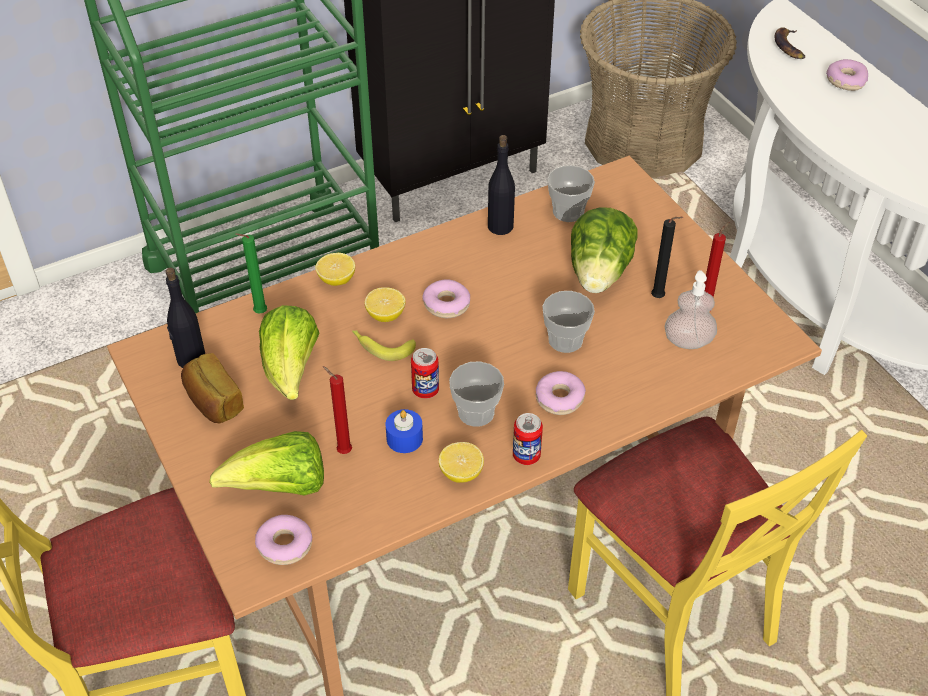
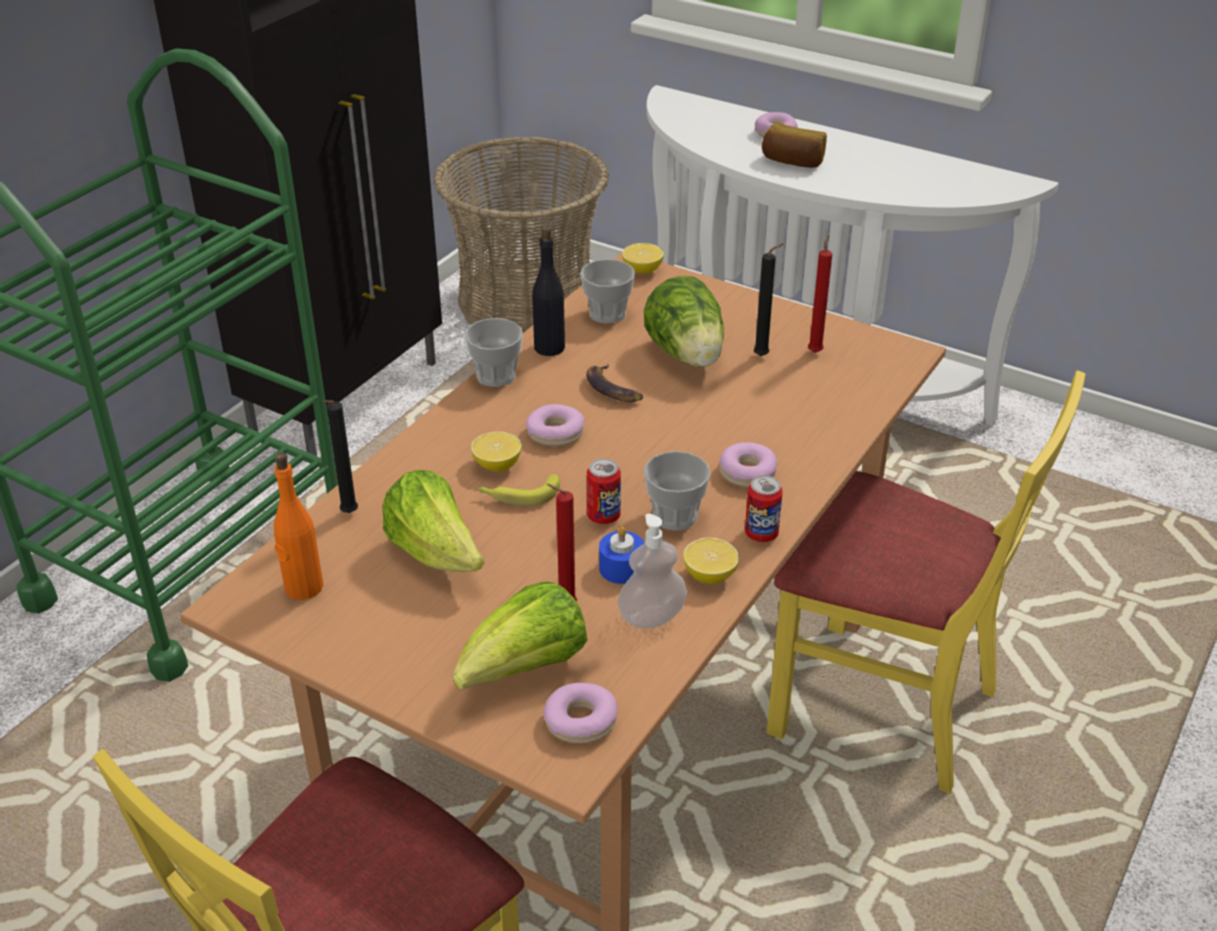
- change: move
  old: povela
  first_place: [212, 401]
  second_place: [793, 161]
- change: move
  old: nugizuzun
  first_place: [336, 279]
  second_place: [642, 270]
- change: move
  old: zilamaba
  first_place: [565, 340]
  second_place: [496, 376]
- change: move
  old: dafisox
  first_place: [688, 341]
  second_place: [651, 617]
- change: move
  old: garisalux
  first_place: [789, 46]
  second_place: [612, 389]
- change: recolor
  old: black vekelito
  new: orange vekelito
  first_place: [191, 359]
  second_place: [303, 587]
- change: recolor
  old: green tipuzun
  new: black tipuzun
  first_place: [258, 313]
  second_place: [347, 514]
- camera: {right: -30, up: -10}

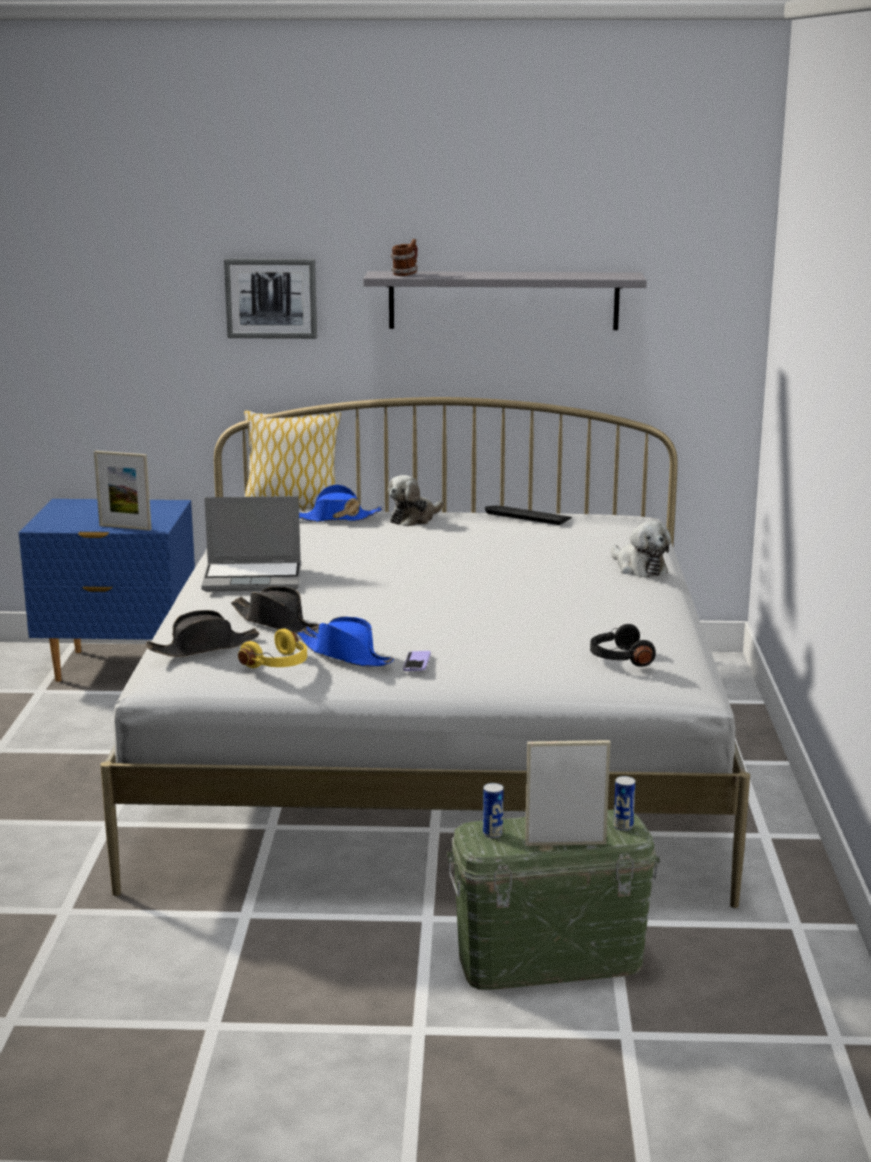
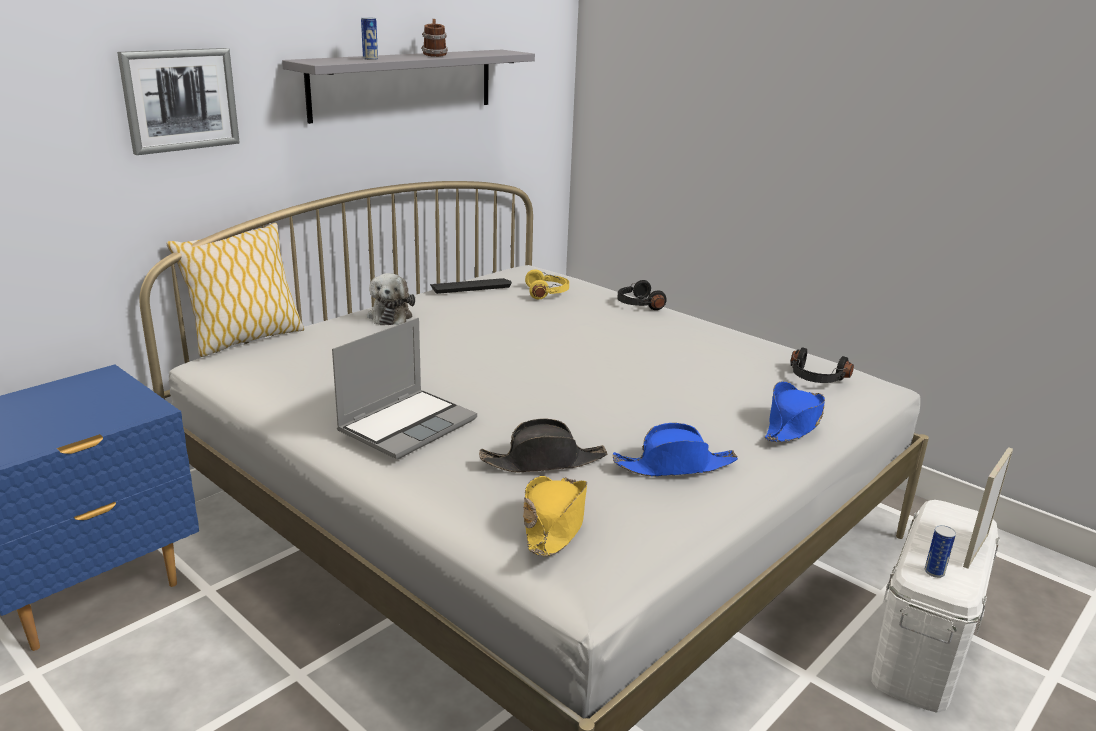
- change: delete
  old: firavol
  first_place: [125, 527]
- change: delete
  old: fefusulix
  first_place: [416, 662]
- change: move
  old: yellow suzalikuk
  first_place: [279, 664]
  second_place: [547, 293]
- change: move
  old: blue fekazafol
  first_place: [337, 518]
  second_place: [793, 424]
- change: move
  old: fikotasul
  first_place: [405, 274]
  second_place: [434, 55]
- change: move
  old: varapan
  first_place: [623, 826]
  second_place: [370, 59]
- change: replace
  old: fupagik
  new: black suzalikuk
  first_place: [639, 568]
  second_place: [638, 304]
- change: recolor
  old: black fekazafol
  new: yellow fekazafol
  first_place: [204, 647]
  second_place: [554, 523]
- change: recolor
  old: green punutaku
  new: white punutaku
  first_place: [549, 960]
  second_place: [921, 651]
- camera: {right: -50, up: 5}

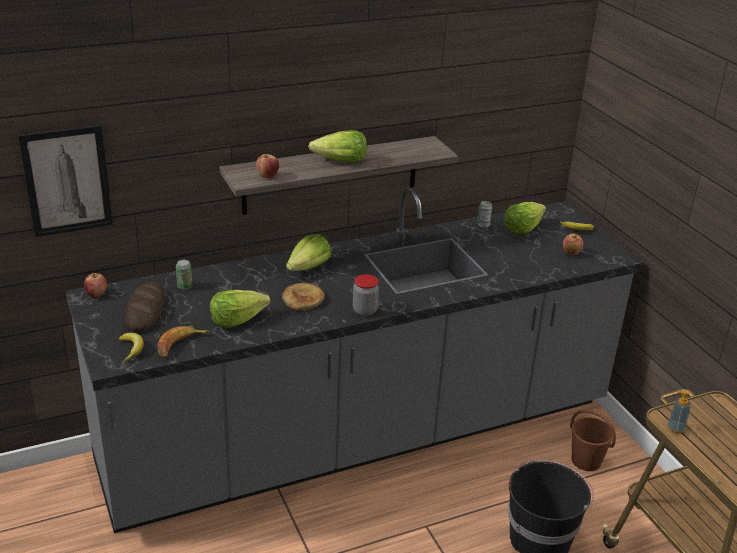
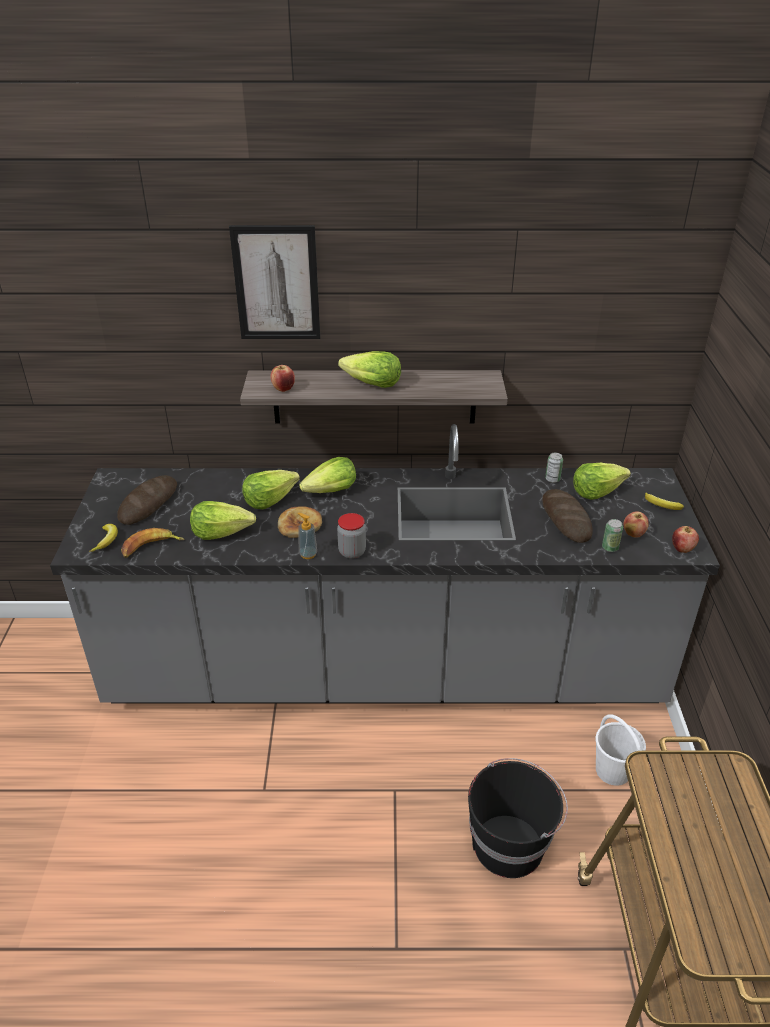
- change: insert
  new: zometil
  second_place: [269, 499]
- change: insert
  new: povela
  second_place: [566, 519]
- change: move
  old: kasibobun
  first_place: [67, 181]
  second_place: [276, 283]
- change: move
  old: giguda
  first_place: [96, 295]
  second_place: [682, 549]
- change: move
  old: varapan
  first_place: [184, 286]
  second_place: [610, 548]
- change: move
  old: dafisox
  first_place: [675, 428]
  second_place: [308, 554]
- change: recolor
  old: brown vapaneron
  new: white vapaneron
  first_place: [586, 461]
  second_place: [613, 771]
- camera: {right: 25, up: 5}

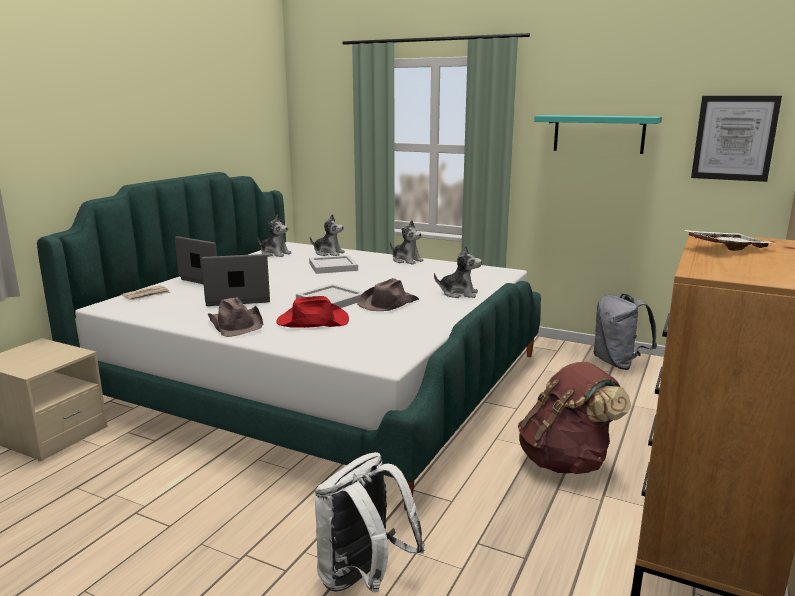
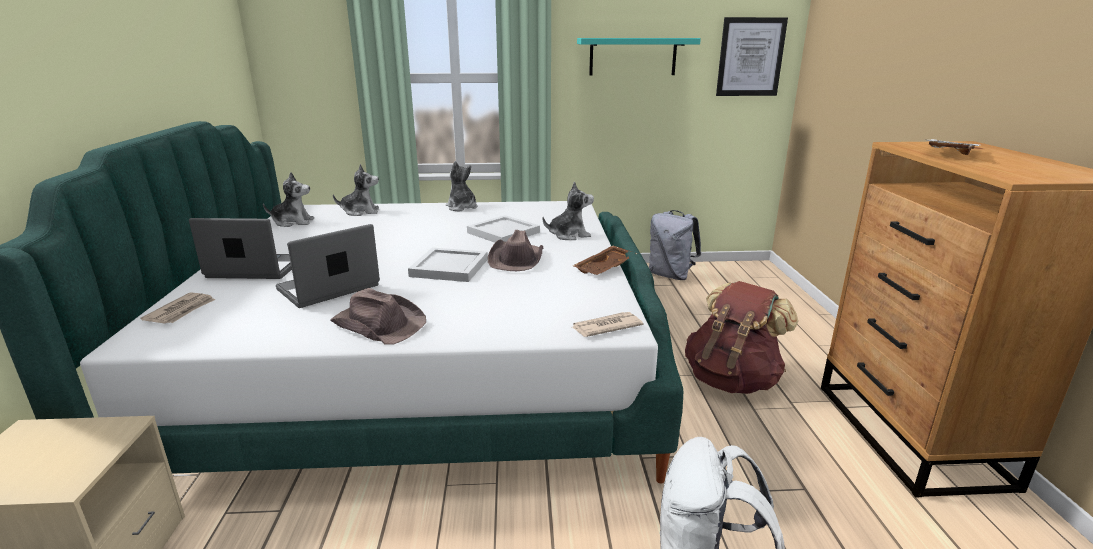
- change: delete
  old: red fekazafol
  first_place: [312, 321]
- change: insert
  new: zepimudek
  second_place: [605, 327]
- change: insert
  new: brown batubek
  second_place: [605, 268]
- change: move
  old: white batubek
  first_place: [334, 267]
  second_place: [504, 232]
- change: rotate
  old: fupagik
  first_place: [406, 260]
  second_place: [462, 207]
  degrees: -135
- camera: {right: -30, up: 5}

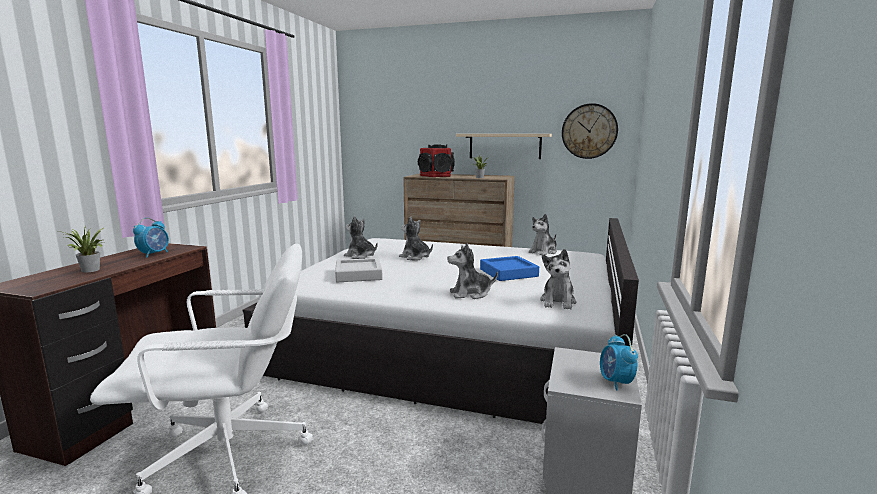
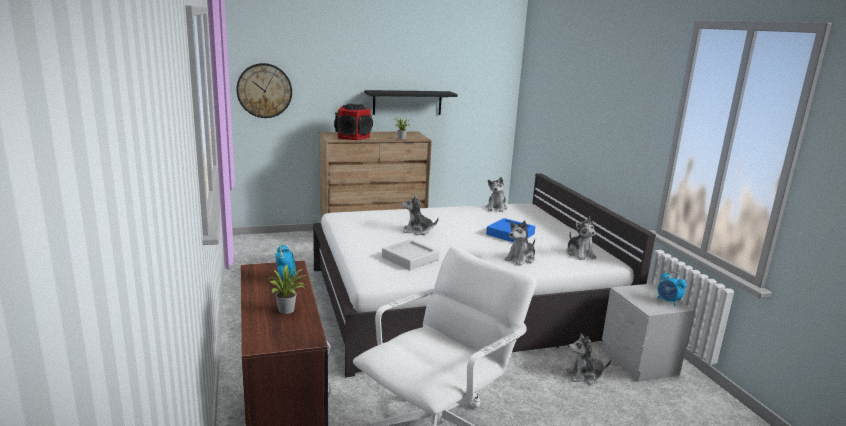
- change: move
  old: fupagik
  first_place: [360, 256]
  second_place: [585, 376]
- change: move
  old: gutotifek
  first_place: [589, 131]
  second_place: [264, 90]
- change: recolor
  old: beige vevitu
  new: black vevitu
  first_place: [505, 146]
  second_place: [407, 102]
- camera: {right: -35, up: 5}

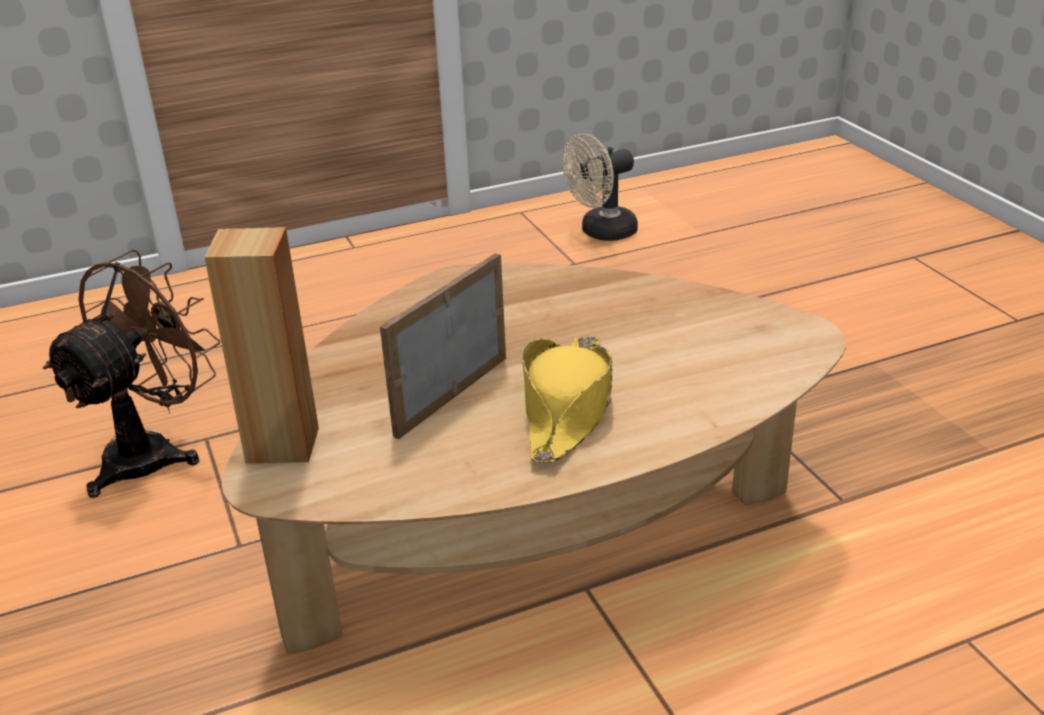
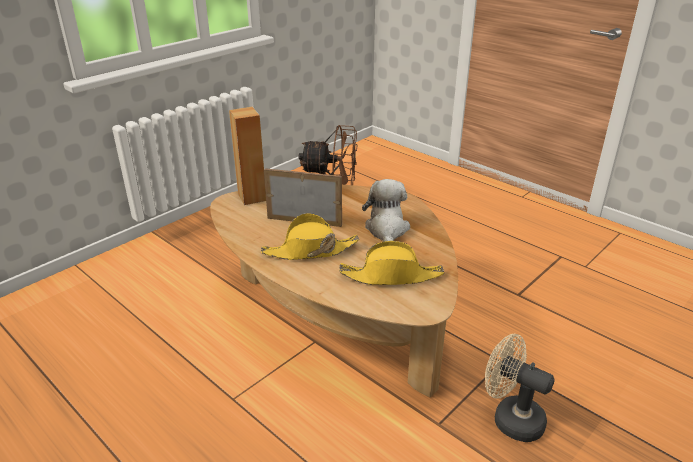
- change: insert
  new: yellow fekazafol
  second_place: [391, 276]
- change: insert
  new: fupagik
  second_place: [387, 230]
- change: move
  old: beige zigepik
  first_place: [601, 233]
  second_place: [510, 418]
- camera: {right: 65, up: 0}

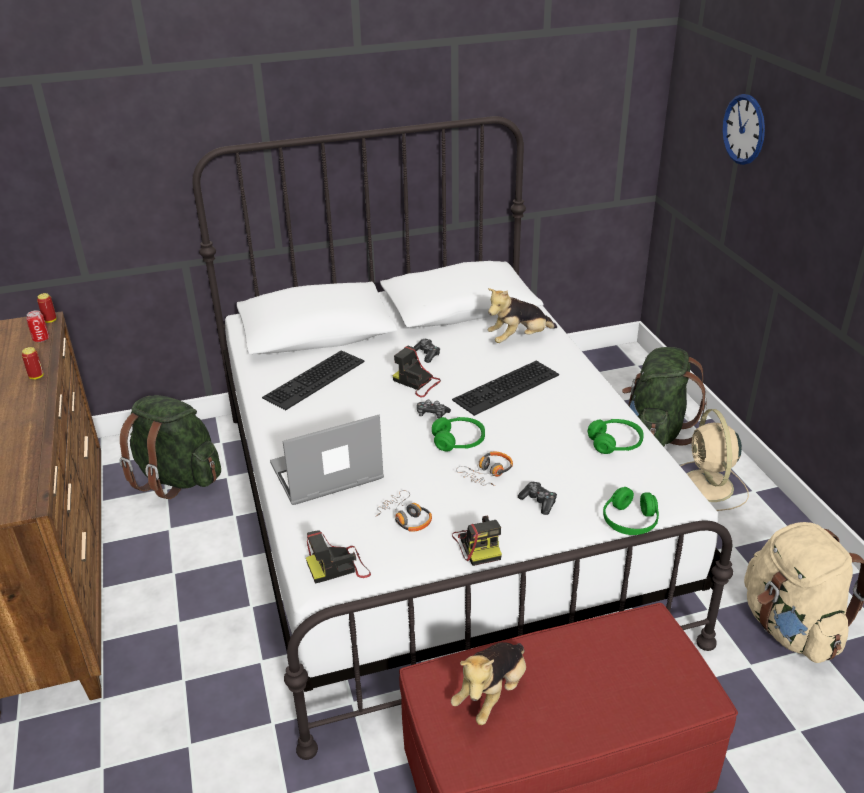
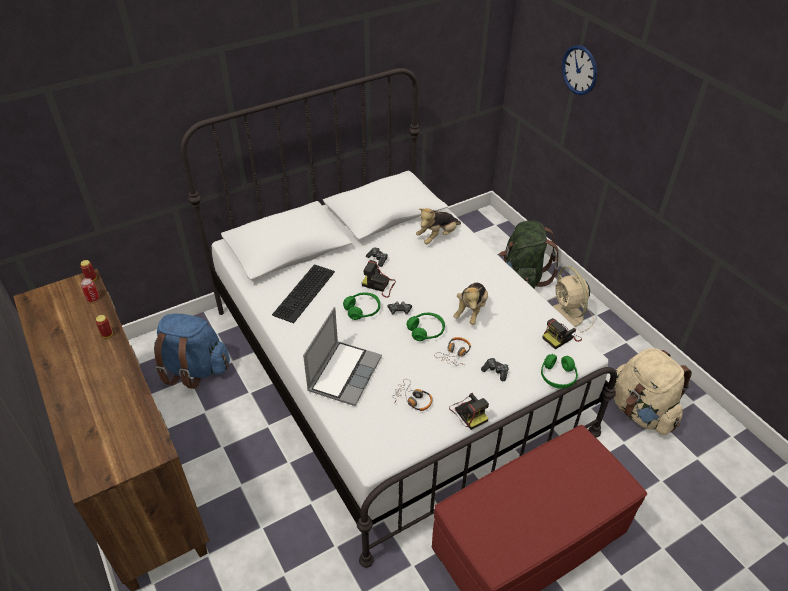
- change: delete
  old: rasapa
  first_place: [507, 388]
- change: move
  old: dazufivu
  first_place: [339, 567]
  second_place: [561, 337]
- change: move
  old: fupagik
  first_place: [492, 693]
  second_place: [471, 311]
- change: move
  old: green suzalikuk
  first_place: [615, 443]
  second_place: [362, 310]
- change: recolor
  old: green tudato
  new: blue tudato
  first_place: [177, 478]
  second_place: [194, 369]
- change: rotate
  old: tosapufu
  first_place: [326, 474]
  second_place: [344, 373]
  degrees: 150
- camera: {right: -15, up: 10}

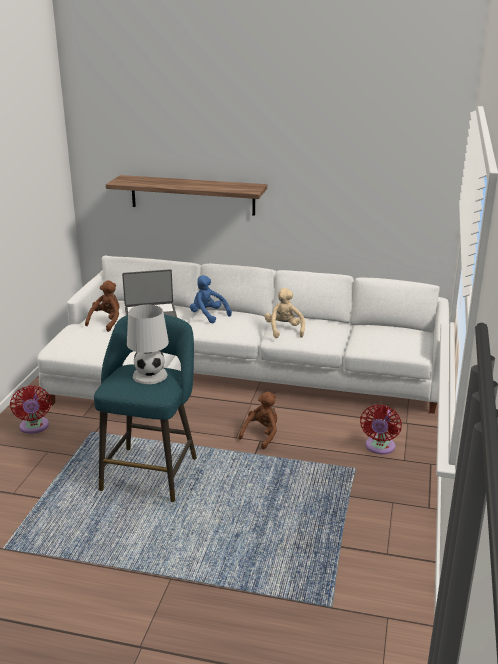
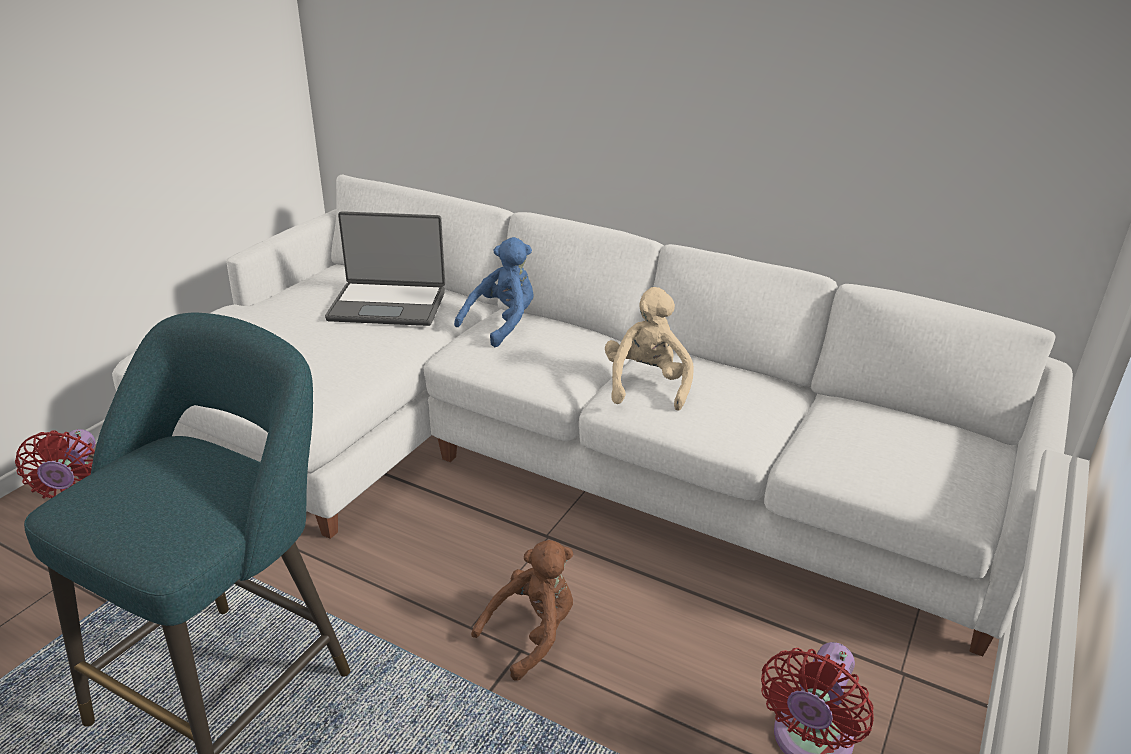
- change: delete
  old: brown fupagik
  first_place: [106, 322]
- change: delete
  old: vevitu
  first_place: [192, 195]
- change: delete
  old: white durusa
  first_place: [149, 375]
- change: rotate
  old: blue fupagik
  first_place: [208, 315]
  second_place: [502, 324]
  degrees: 75
- camera: {right: 15, up: 5}

